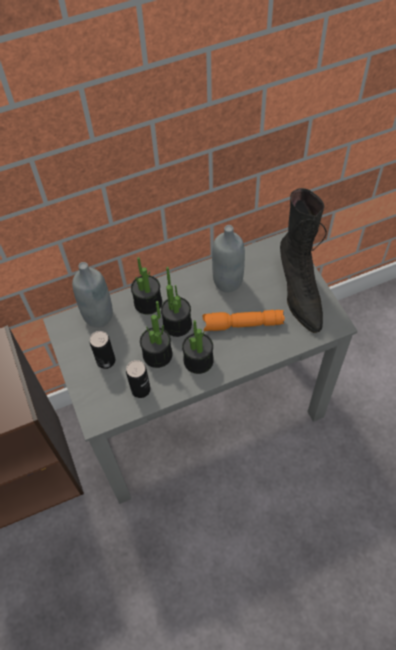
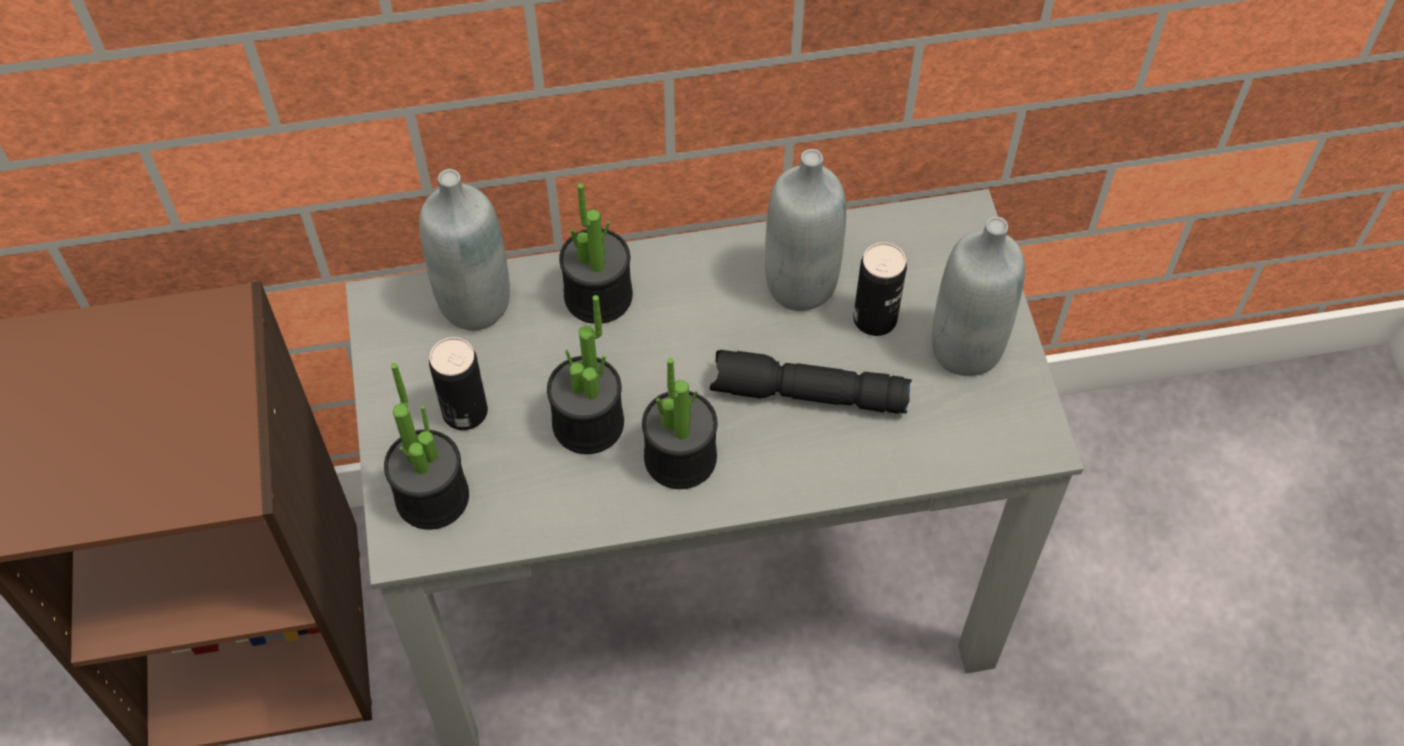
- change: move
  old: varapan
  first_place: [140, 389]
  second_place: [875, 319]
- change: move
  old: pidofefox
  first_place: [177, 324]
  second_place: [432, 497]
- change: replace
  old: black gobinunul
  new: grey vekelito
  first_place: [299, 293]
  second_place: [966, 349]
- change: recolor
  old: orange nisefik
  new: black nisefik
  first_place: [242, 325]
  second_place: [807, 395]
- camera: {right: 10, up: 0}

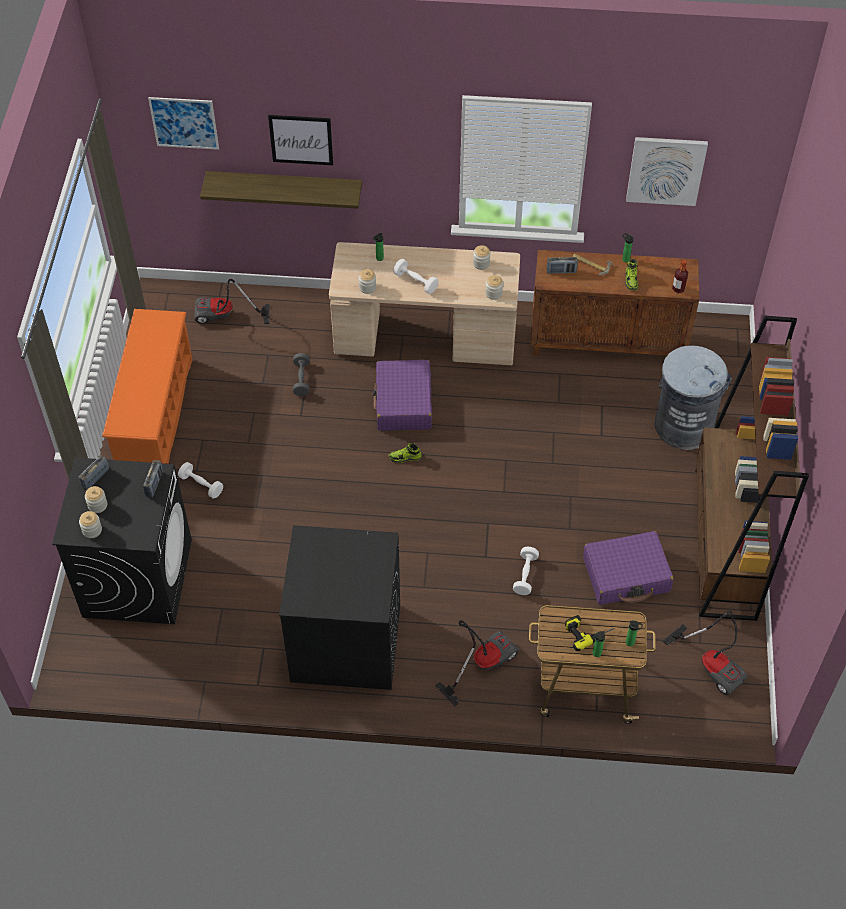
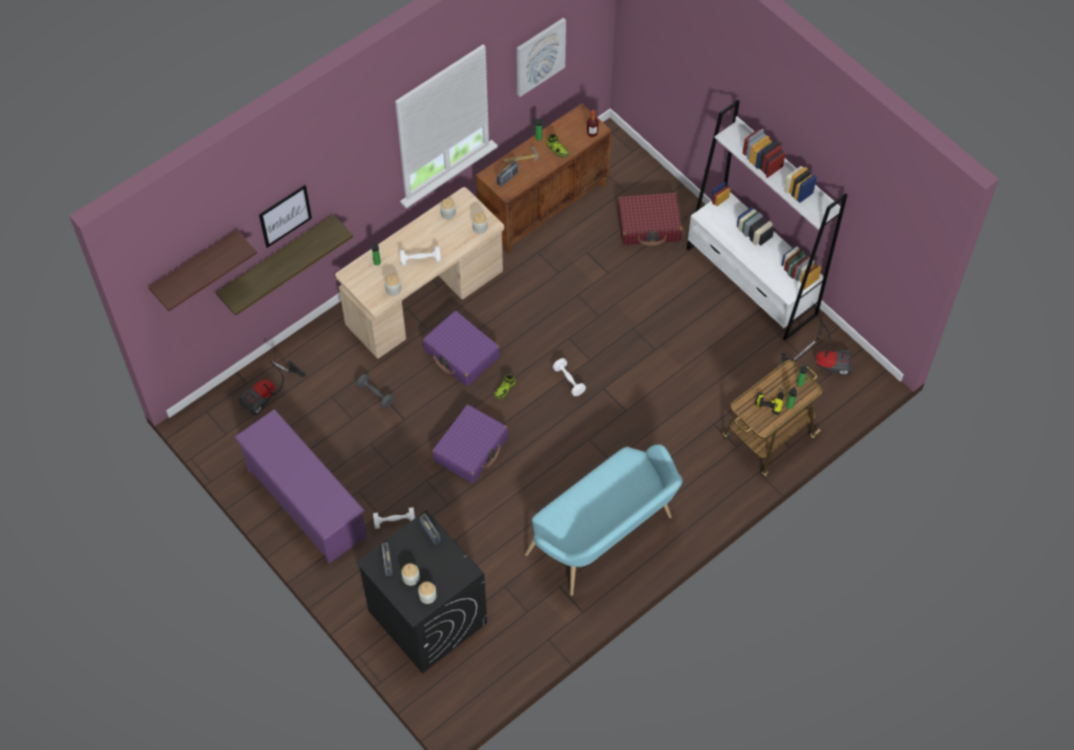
- change: delete
  old: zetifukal
  first_place: [481, 663]
- change: move
  old: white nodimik
  first_place: [525, 575]
  second_place: [569, 381]
- change: move
  old: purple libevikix
  first_place: [626, 575]
  second_place: [471, 449]
- change: replace
  old: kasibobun
  new: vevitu
  first_place: [184, 123]
  second_place: [195, 266]
- change: replace
  old: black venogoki
  new: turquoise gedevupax
  first_place: [345, 643]
  second_place: [605, 539]
- change: replace
  old: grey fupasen
  new: red libevikix
  first_place: [683, 425]
  second_place: [649, 225]
- change: recolor
  old: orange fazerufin
  new: purple fazerufin
  first_place: [155, 416]
  second_place: [306, 503]
- change: recolor
  old: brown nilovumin
  new: white nilovumin
  first_place: [725, 543]
  second_place: [751, 282]
- camera: {right: -45, up: 5}

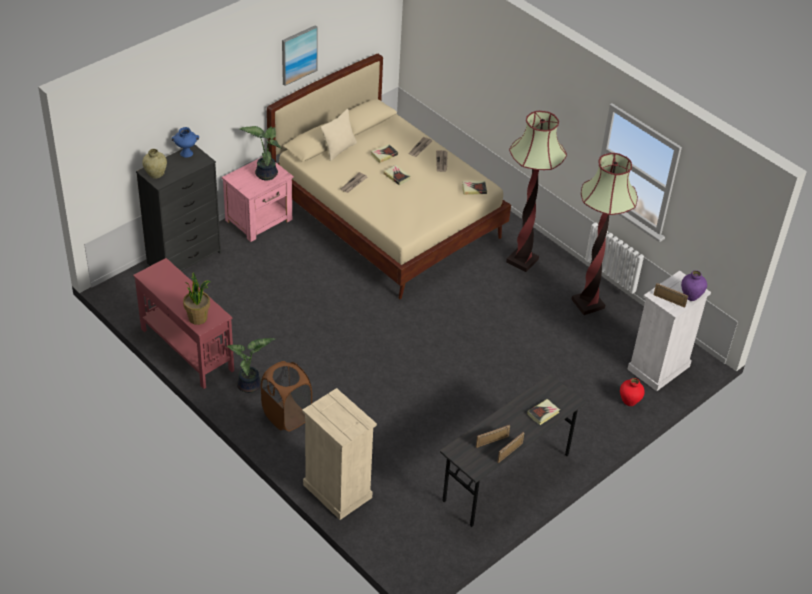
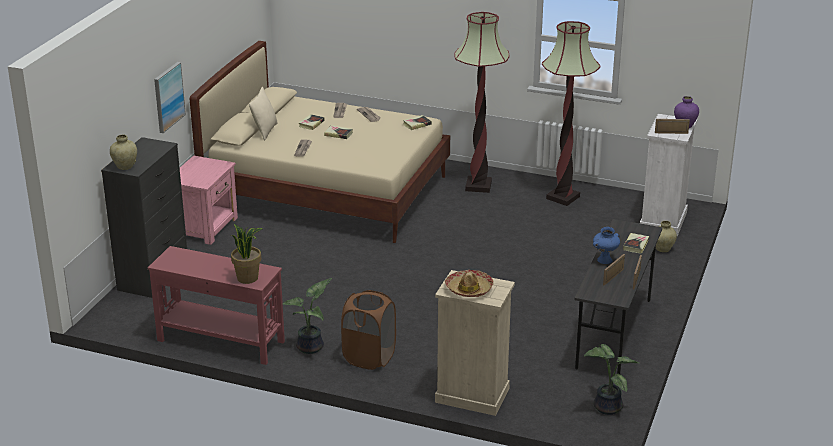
- change: insert
  new: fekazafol
  second_place: [469, 289]
- change: move
  old: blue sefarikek
  first_place: [186, 154]
  second_place: [604, 260]
- change: move
  old: pidofefox
  first_place: [265, 173]
  second_place: [606, 407]
- change: move
  old: kasibobun
  first_place: [298, 54]
  second_place: [168, 97]
- change: recolor
  old: red sefarikek
  new: beige sefarikek
  first_place: [629, 401]
  second_place: [662, 249]
- camera: {right: -25, up: -15}

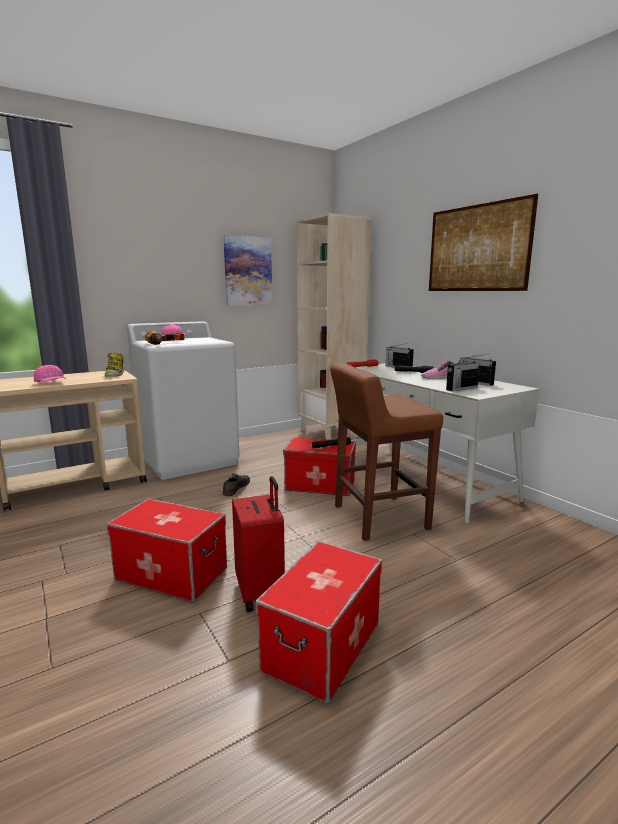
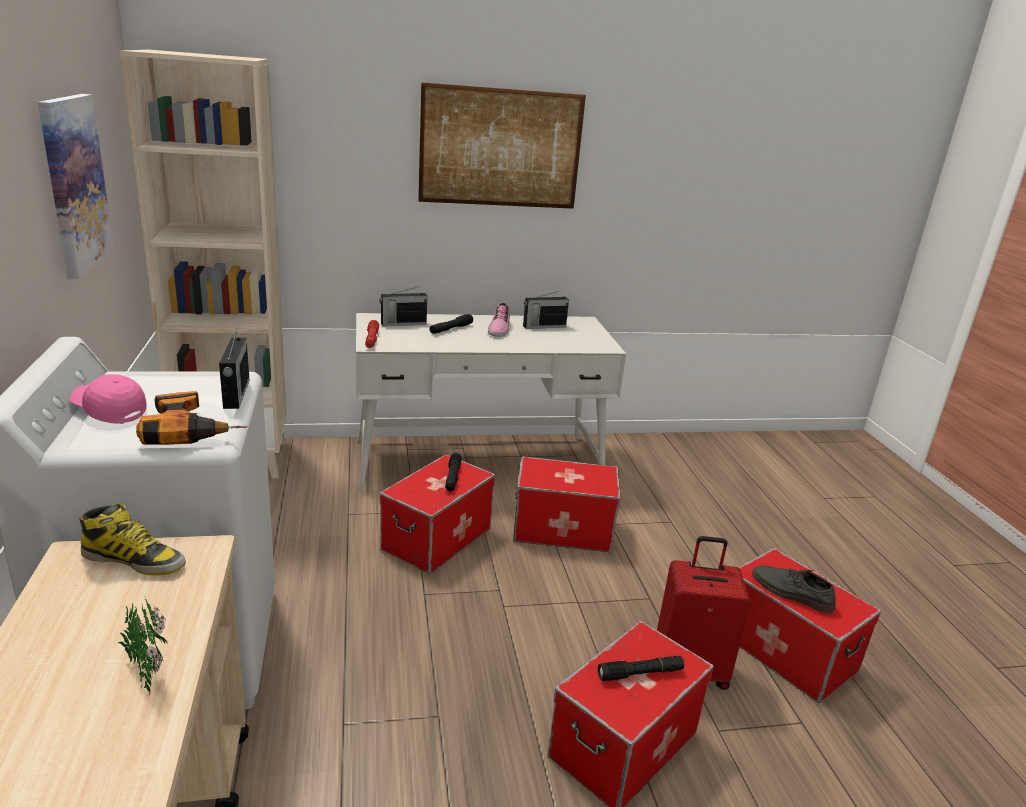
- change: insert
  new: black nisefik
  second_place: [640, 674]
- change: move
  old: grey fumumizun
  first_place: [236, 487]
  second_place: [791, 593]
- change: move
  old: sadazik
  first_place: [461, 388]
  second_place: [236, 394]
- change: replace
  old: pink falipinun
  new: pidofefox
  first_place: [51, 383]
  second_place: [146, 670]
- change: replace
  old: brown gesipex
  new: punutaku
  first_place: [378, 517]
  second_place: [562, 530]
- camera: {right: -70, up: 10}

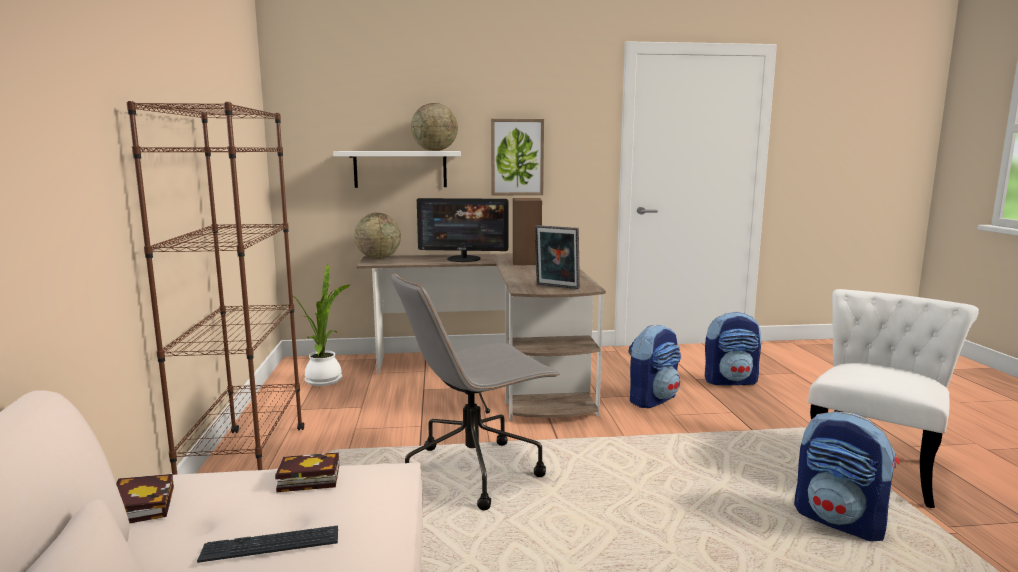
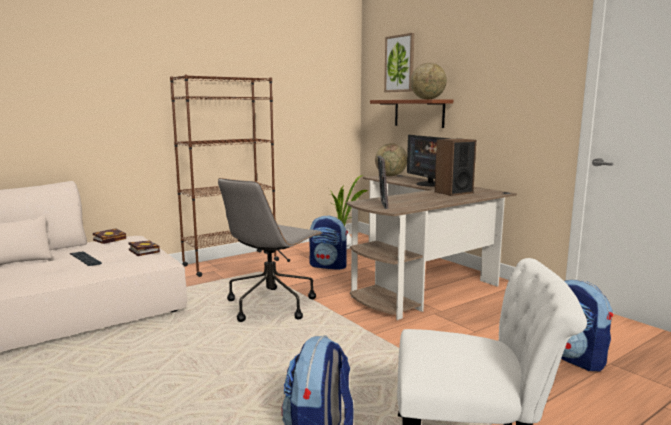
- change: move
  old: kasibobun
  first_place: [517, 157]
  second_place: [400, 63]
- change: move
  old: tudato
  first_place: [652, 399]
  second_place: [329, 266]
- change: recolor
  old: white vevitu
  new: brown vevitu
  first_place: [400, 169]
  second_place: [419, 113]
- change: rotate
  old: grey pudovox
  first_place: [474, 471]
  second_place: [271, 304]
  degrees: -90
- camera: {right: 60, up: 0}

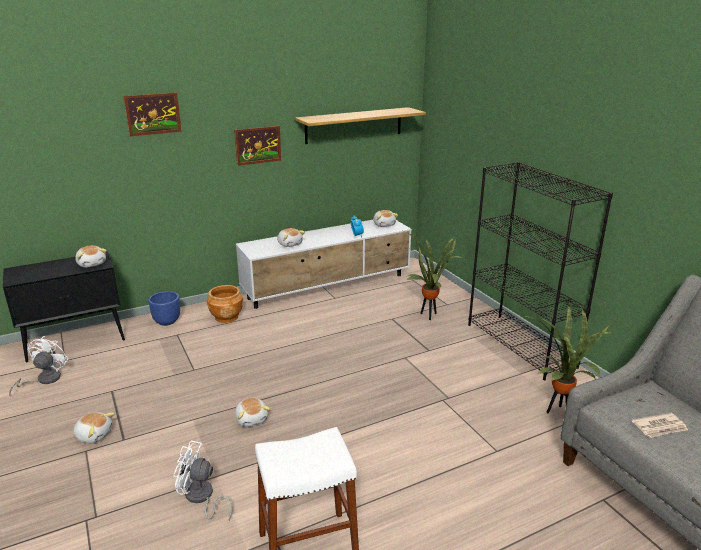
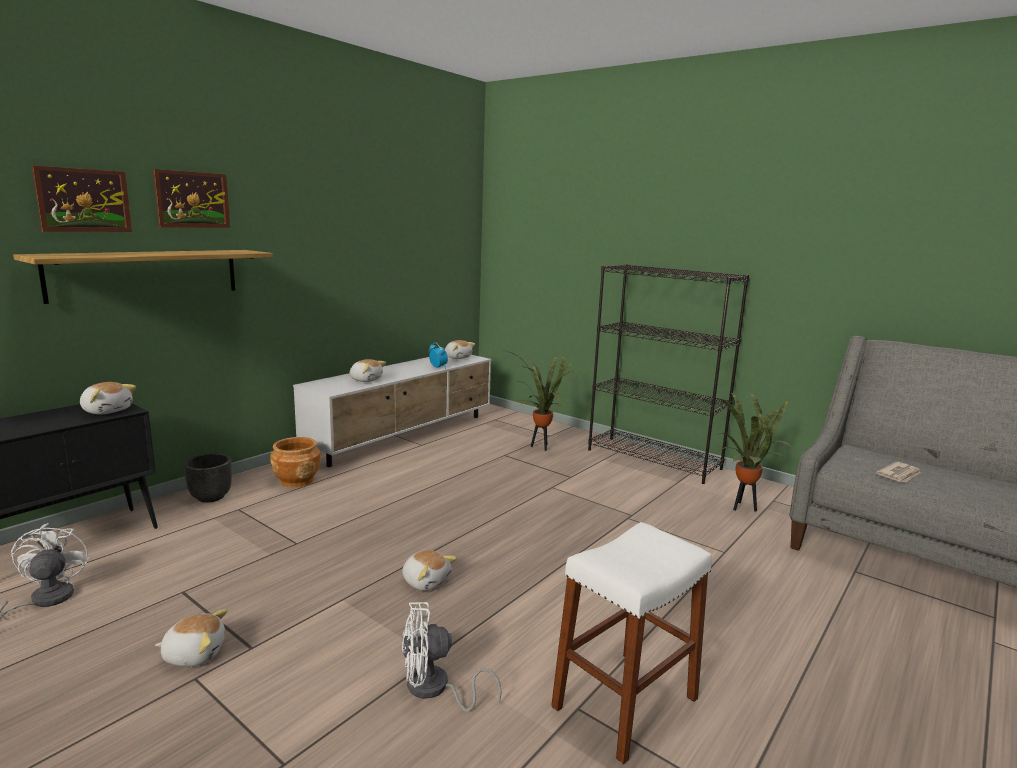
- change: move
  old: kasibobun
  first_place: [258, 145]
  second_place: [84, 200]
- change: move
  old: vevitu
  first_place: [354, 125]
  second_place: [146, 274]
- change: recolor
  old: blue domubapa
  new: black domubapa
  first_place: [167, 321]
  second_place: [211, 497]
- camera: {right: -25, up: -10}

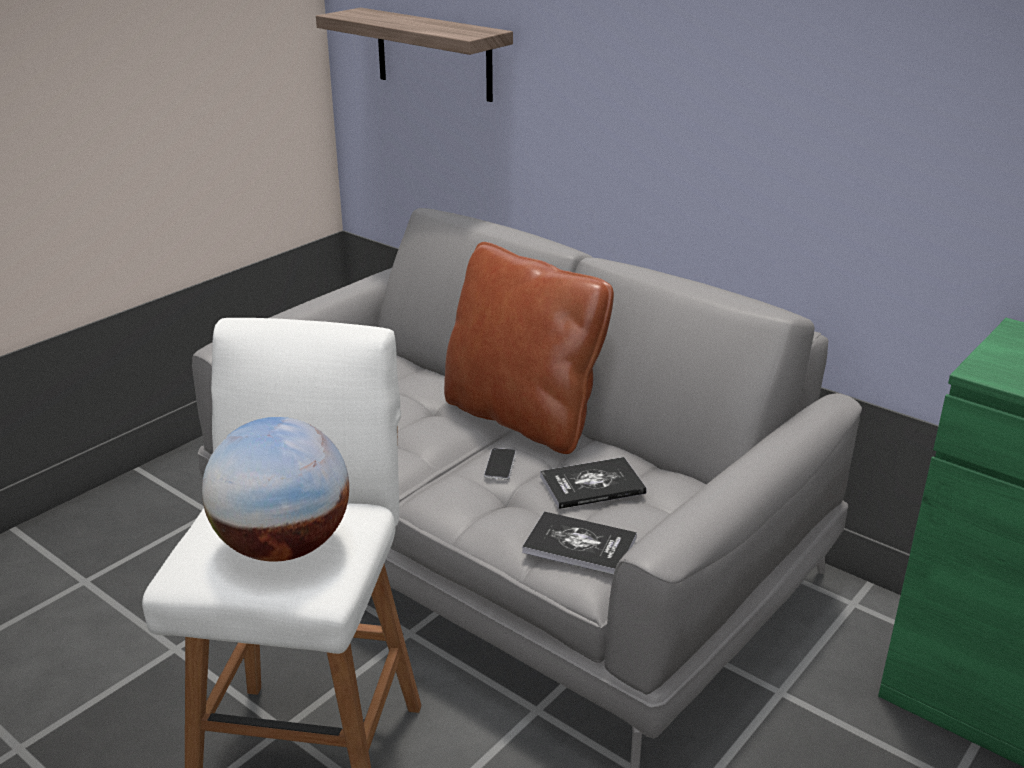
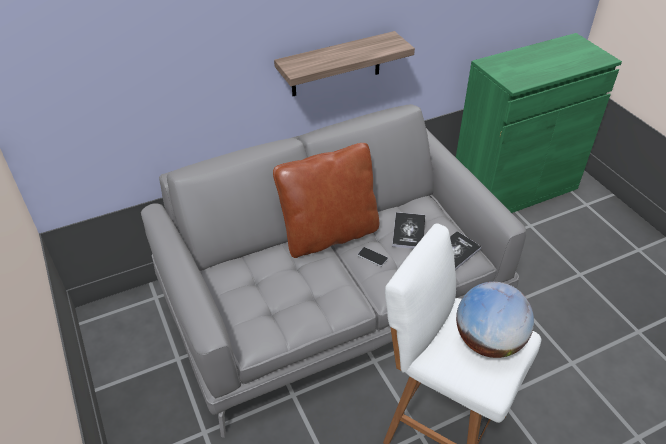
- change: move
  old: vevitu
  first_place: [433, 54]
  second_place: [336, 65]
- camera: {right: -65, up: 15}

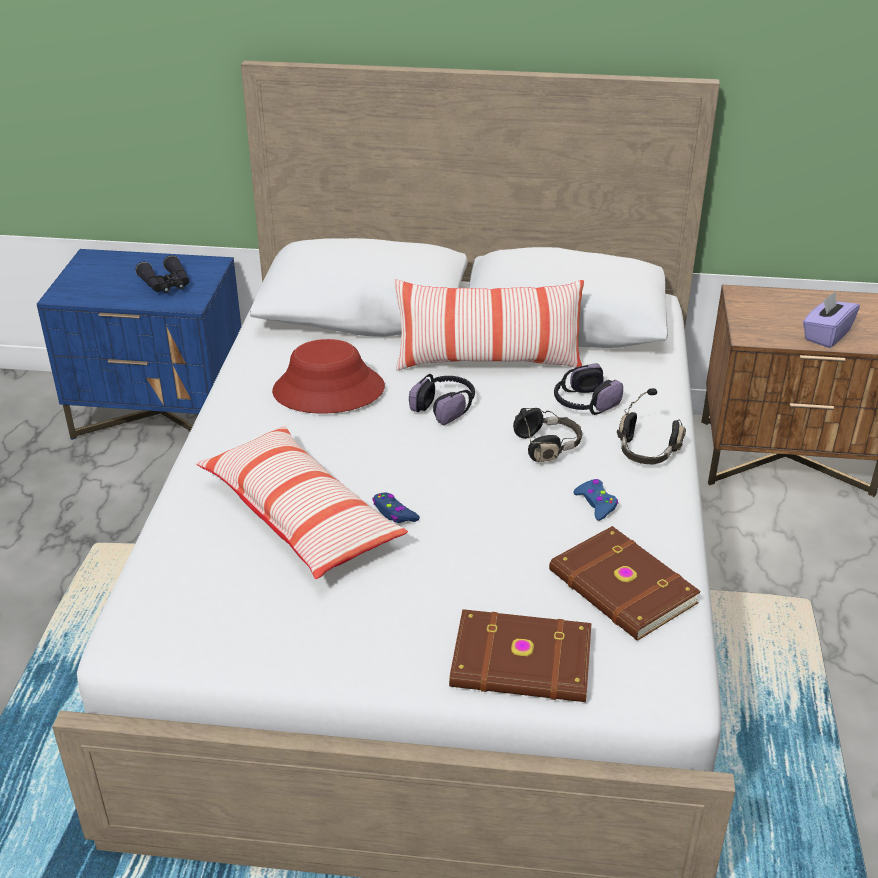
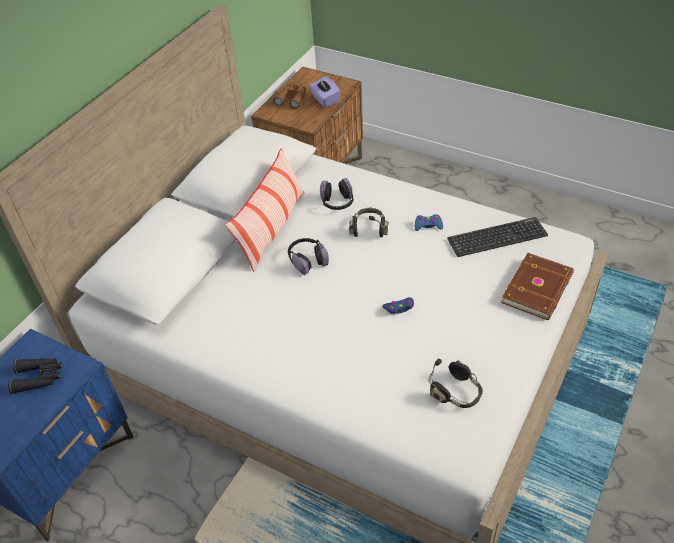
- change: delete
  old: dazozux
  first_place: [300, 517]
- change: delete
  old: red fekazafol
  first_place: [328, 390]
- change: insert
  new: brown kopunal
  second_place: [292, 98]
- change: move
  old: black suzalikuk
  first_place: [647, 451]
  second_place: [457, 393]
- change: replace
  old: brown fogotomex
  new: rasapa
  first_place: [621, 589]
  second_place: [497, 237]
- camera: {right: -65, up: 10}

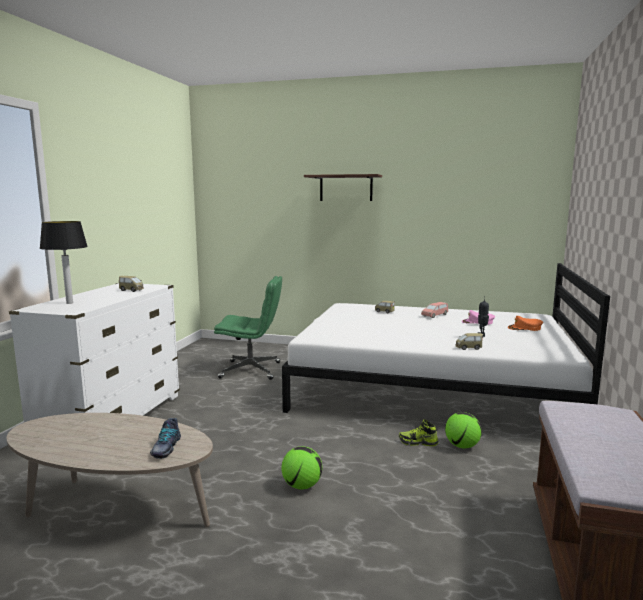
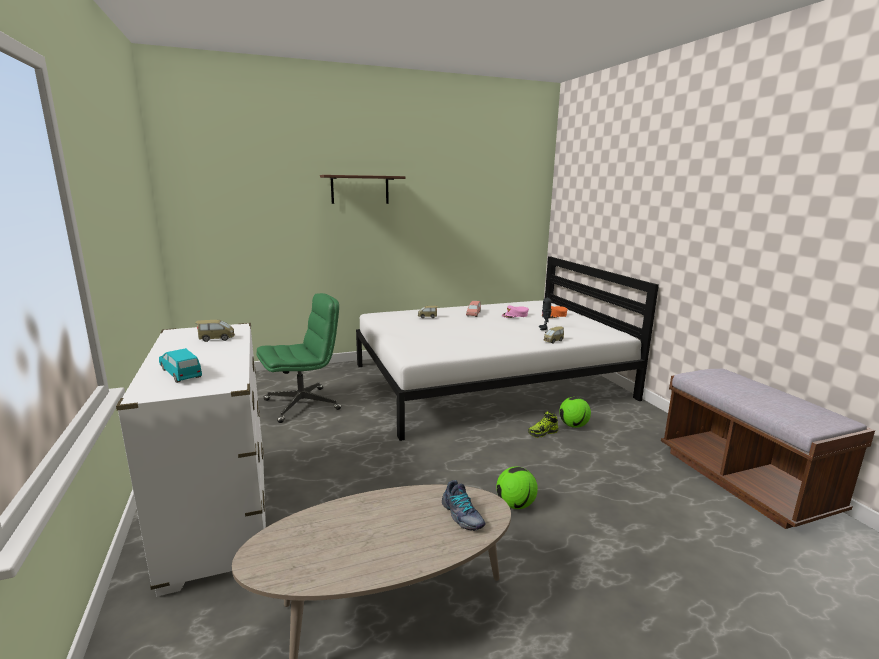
- change: replace
  old: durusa
  new: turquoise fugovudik
  first_place: [69, 303]
  second_place: [181, 373]
- camera: {right: -35, up: 5}

